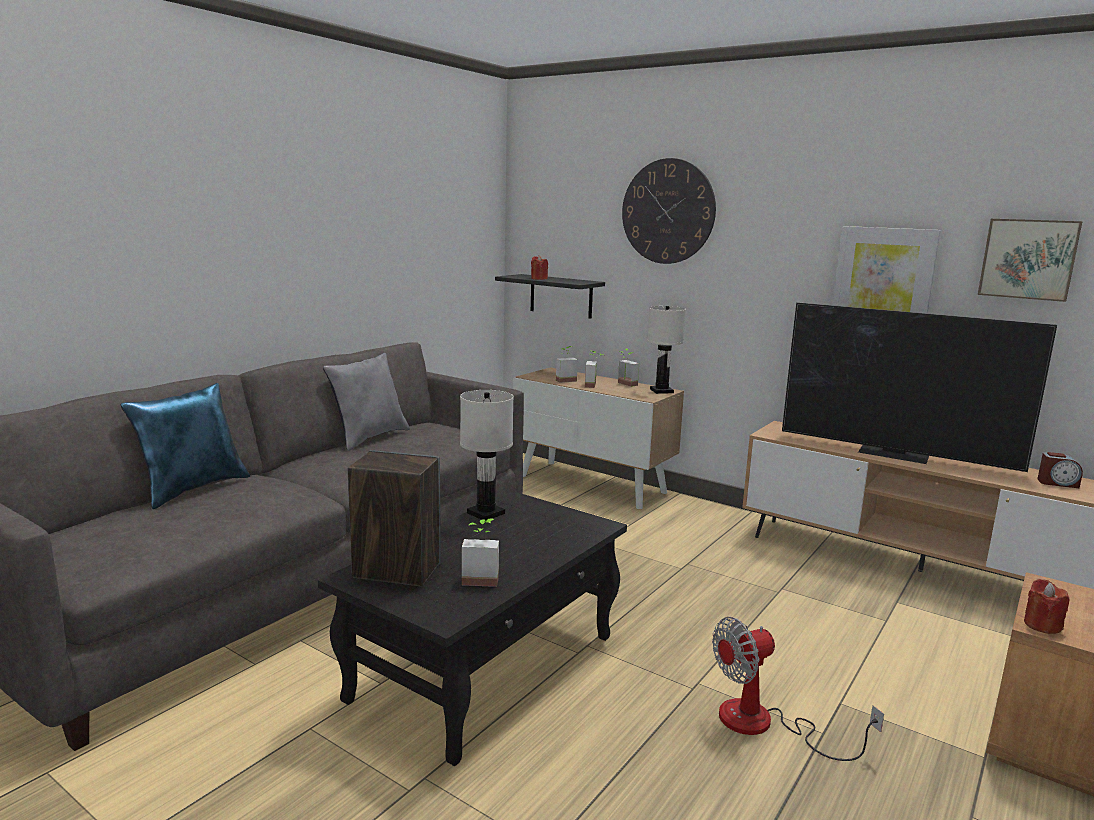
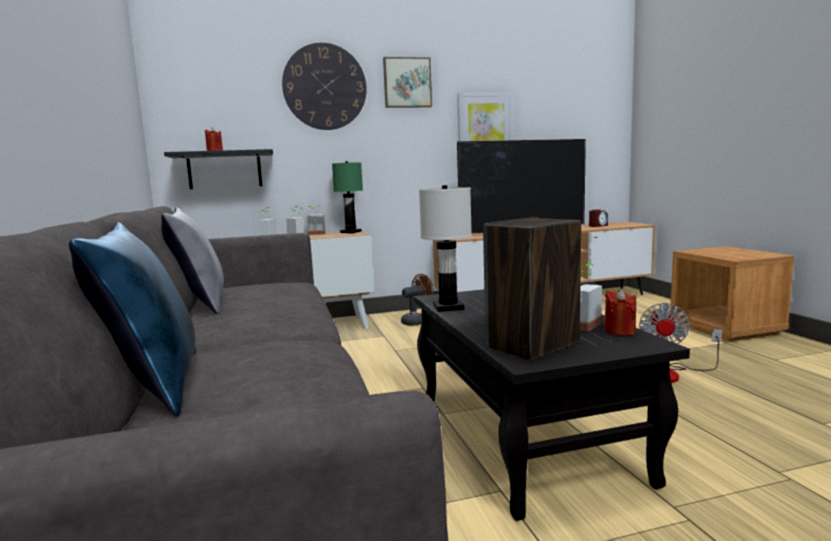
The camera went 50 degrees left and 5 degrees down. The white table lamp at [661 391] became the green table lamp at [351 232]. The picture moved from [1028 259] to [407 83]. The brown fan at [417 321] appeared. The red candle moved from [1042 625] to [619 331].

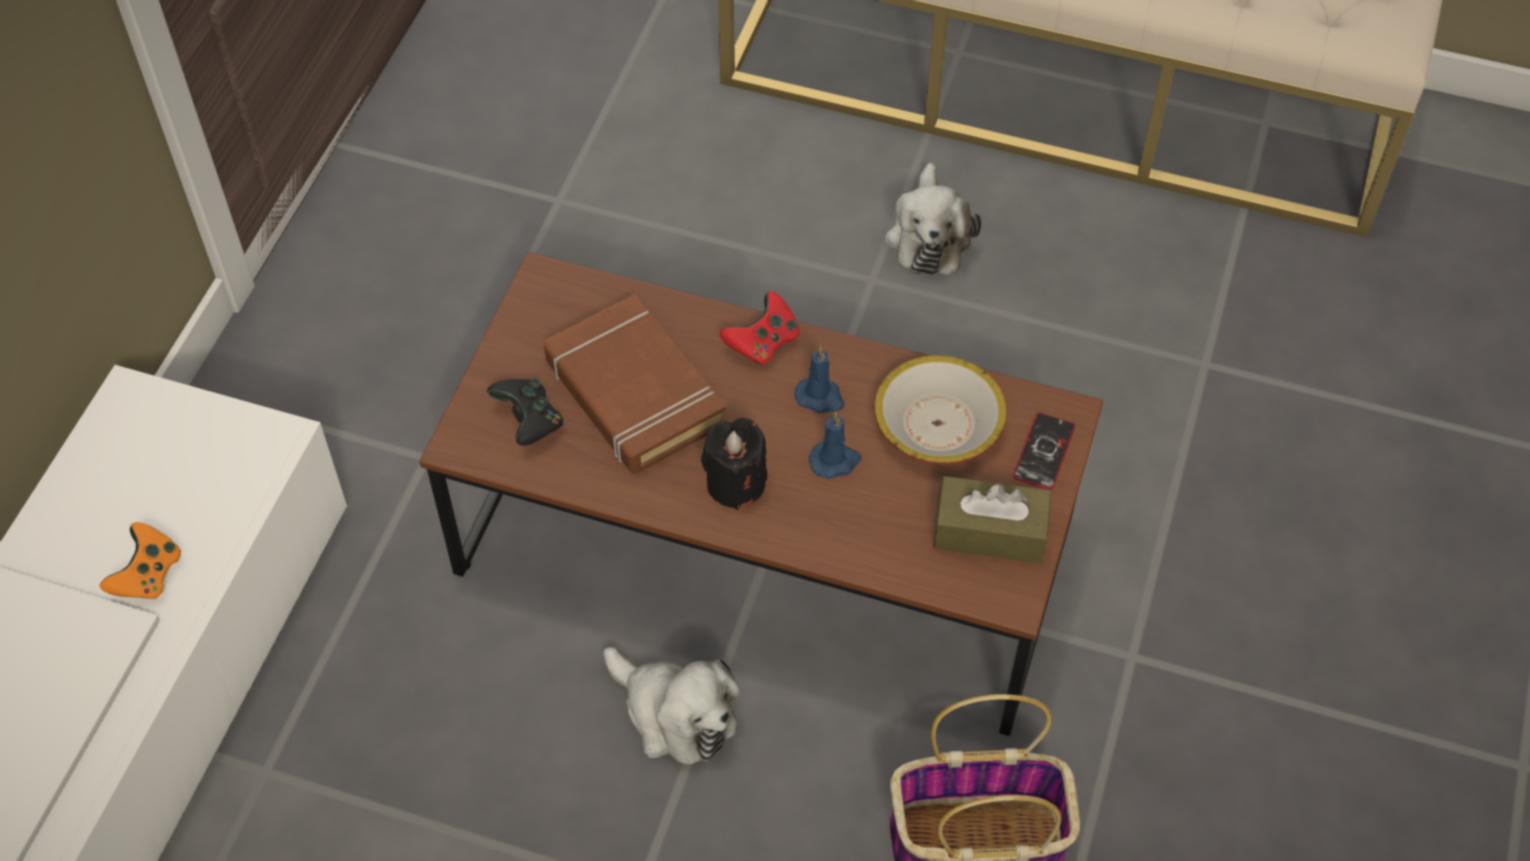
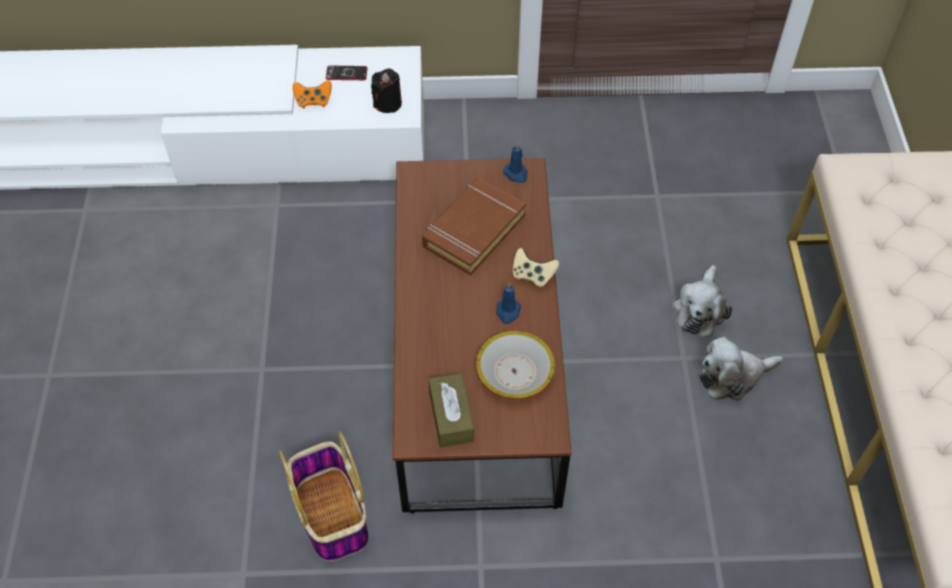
The camera went 70 degrees right and 0 degrees up. The phone moved from [1044 452] to [346 73]. The black candle moved from [736 483] to [387 103]. The blue candle moved from [835 461] to [516 174]. The red game controller at [762 343] became the beige game controller at [532 275]. The plush toy moved from [675 714] to [699 309]. The black game controller at [529 422] disappeared.

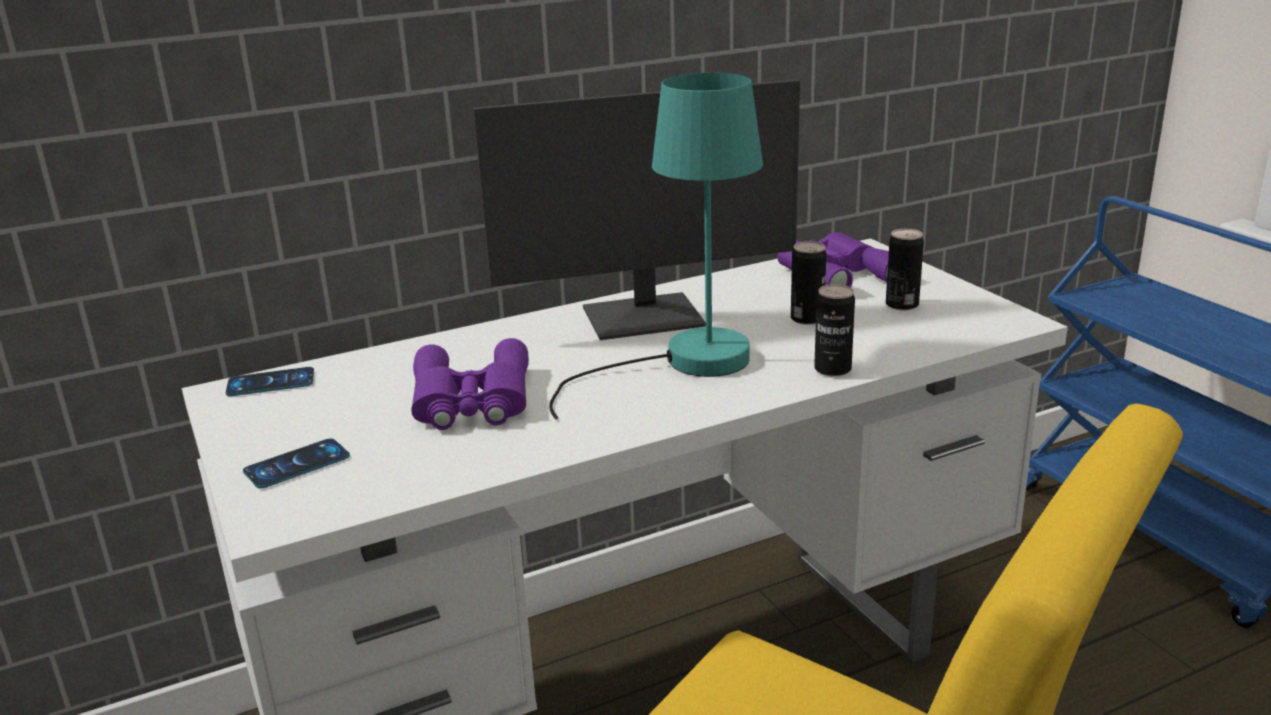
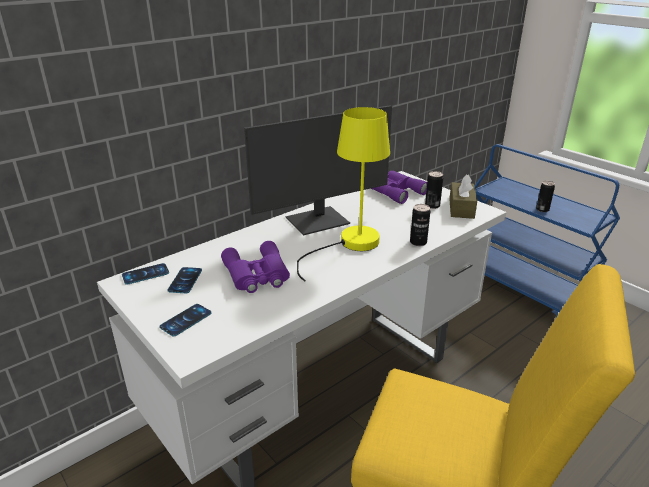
The camera went 15 degrees left and 5 degrees up. The phone at [185 280] appeared. The turquoise table lamp at [684 364] became the yellow table lamp at [350 245]. The brown tissue box at [461 208] appeared. The can moved from [807 319] to [542 209].

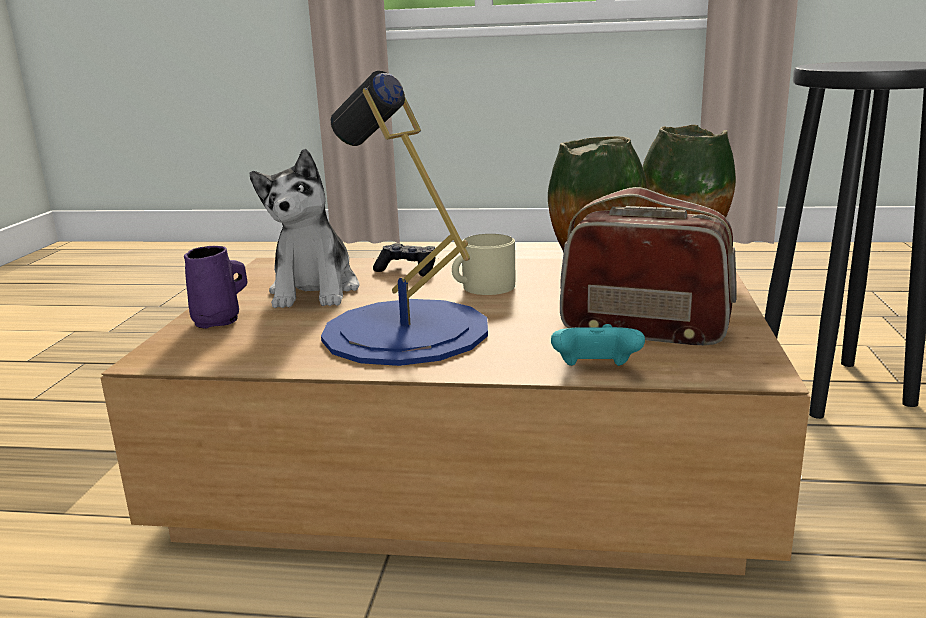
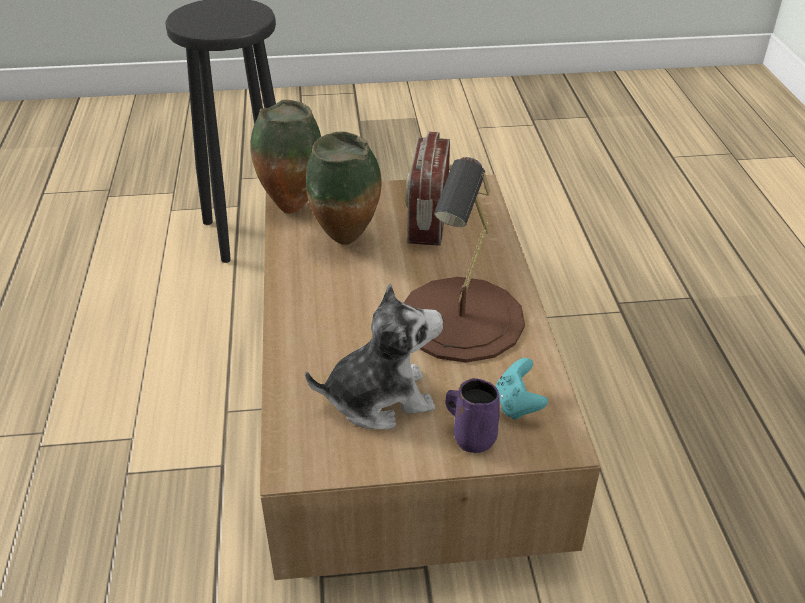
The camera went 105 degrees left and 20 degrees up. The blue table lamp at [405 331] became the brown table lamp at [462 319]. The turquoise game controller moved from [595 371] to [517 404]. The black game controller at [408 270] disappeared. The beige mug at [482 287] disappeared.

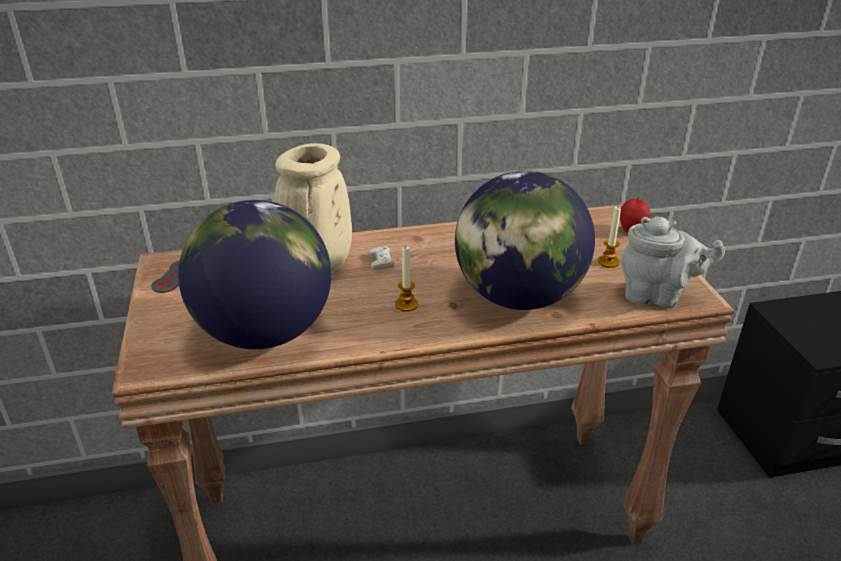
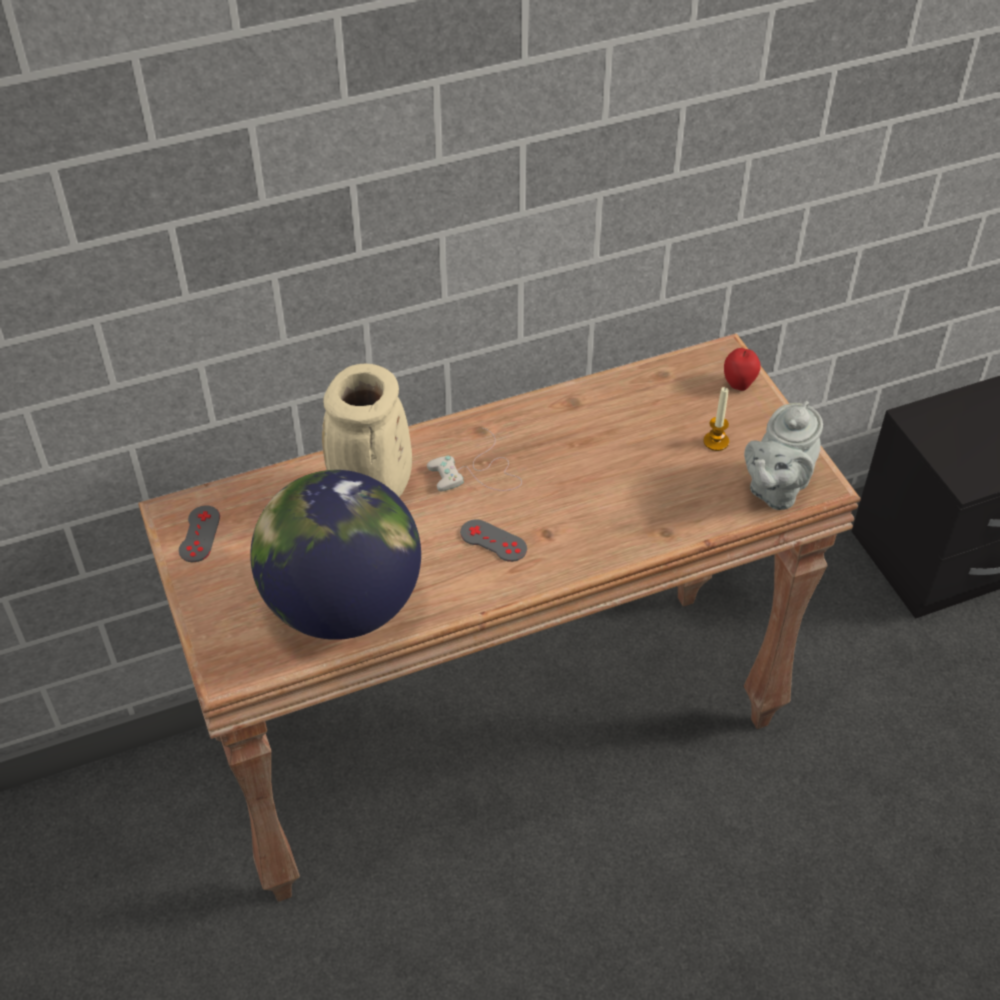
The camera went 10 degrees left and 15 degrees up. The candle at [406 304] was replaced by the grey game controller at [493 541]. The grey teapot at [657 296] turned 120 degrees clockwise. The globe at [518 297] disappeared.

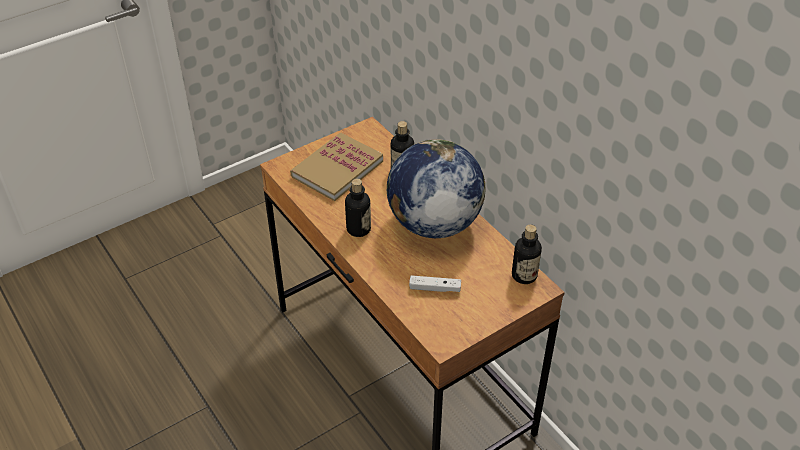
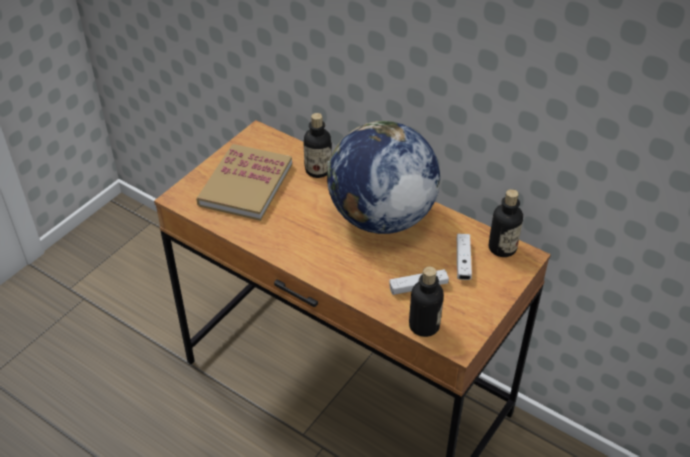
The camera went 20 degrees left and 0 degrees up. The bottle moved from [358 229] to [424 326]. The white game controller at [463 261] appeared.

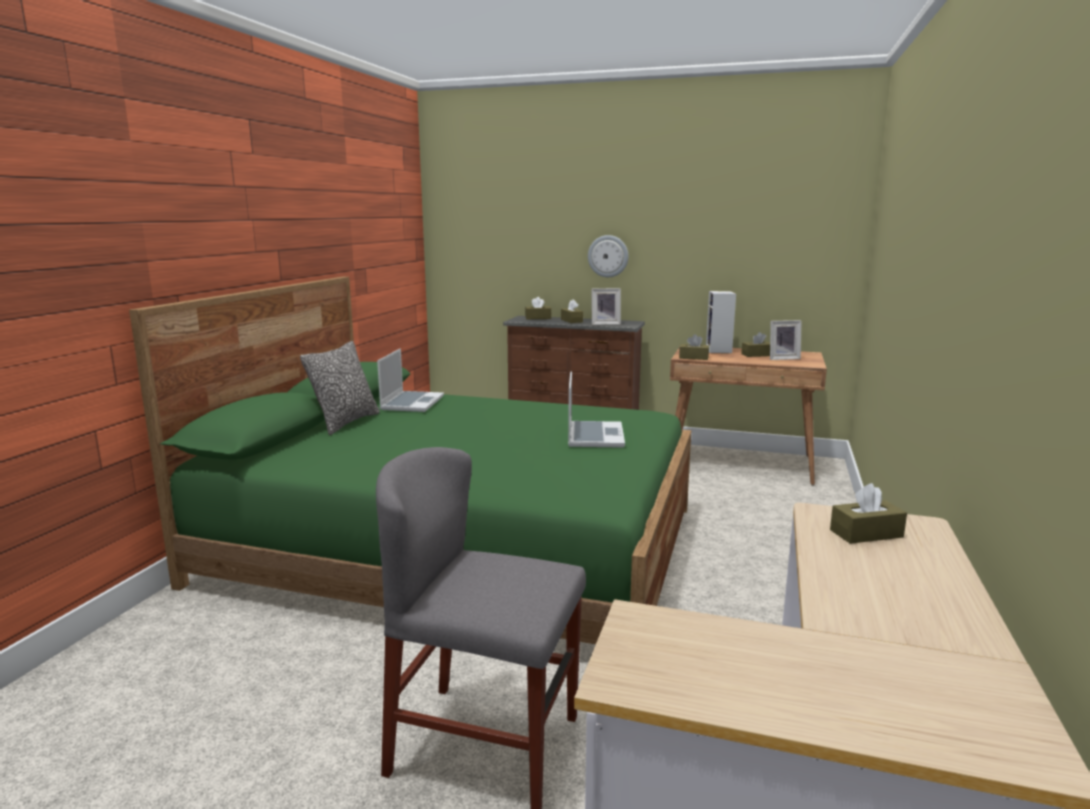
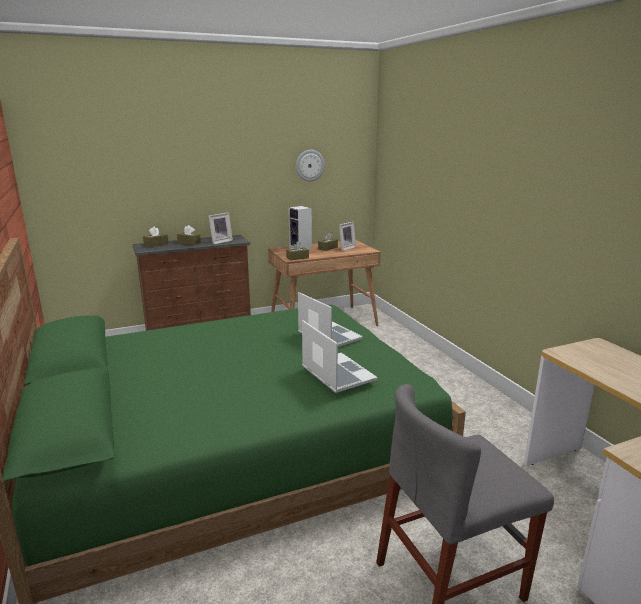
The camera went 40 degrees left and 5 degrees up. The wall clock moved from [608 256] to [309 165]. The laptop moved from [412 403] to [336 374]. The pillow at [345 422] disappeared. The brown tissue box at [866 533] disappeared.

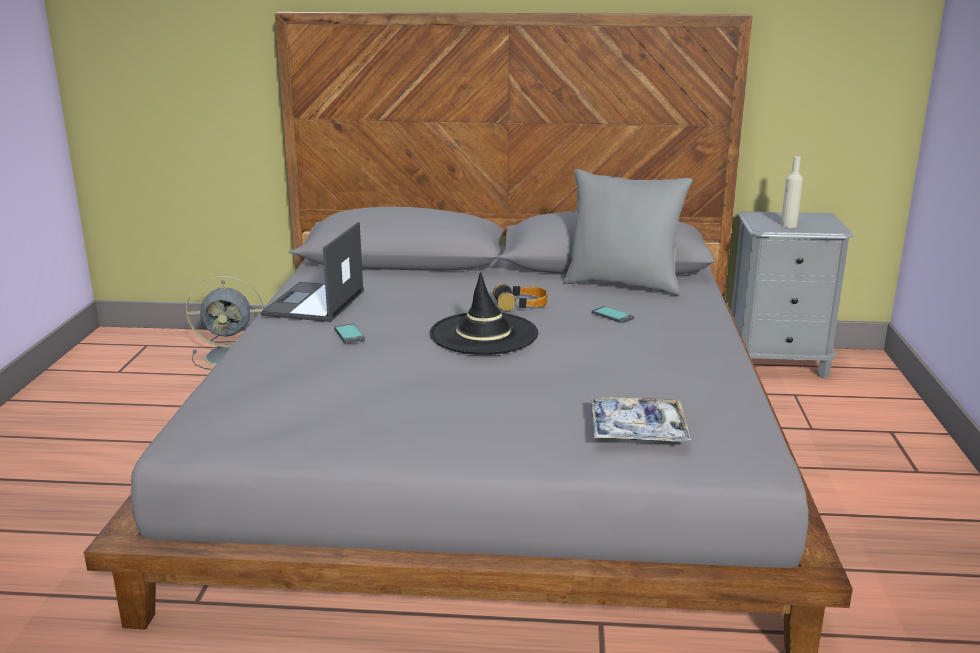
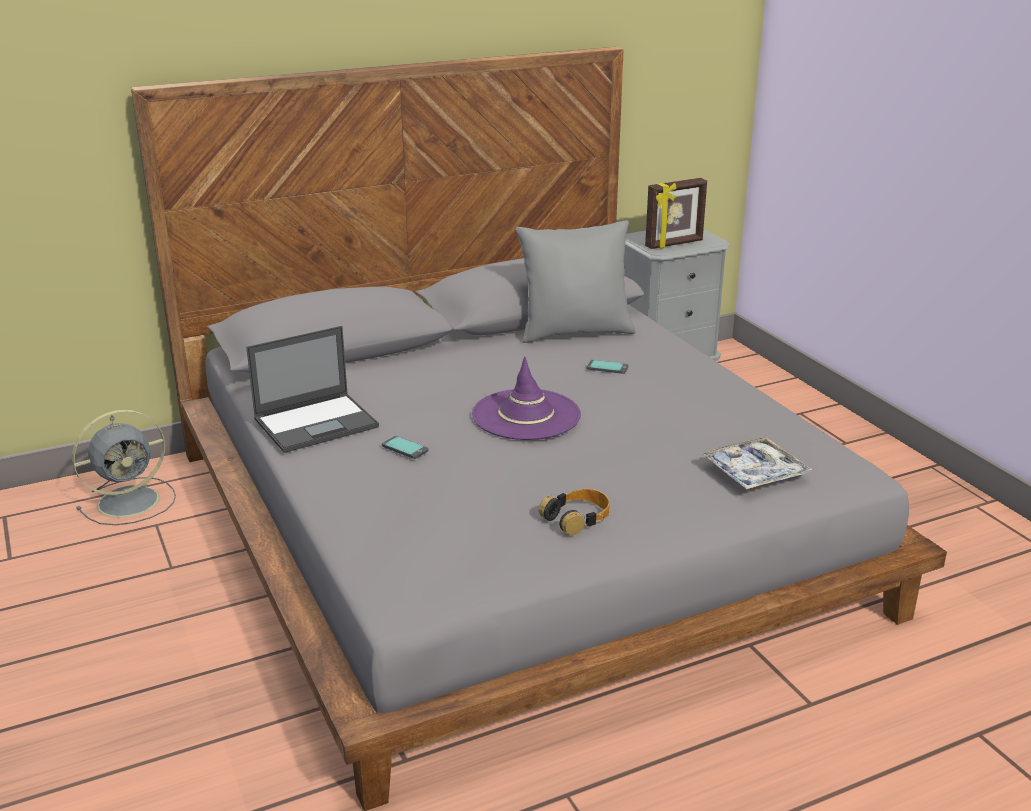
The camera went 30 degrees left and 5 degrees up. The laptop at [314 303] turned 105 degrees counterclockwise. The black hat at [484 334] became the purple hat at [526 415]. The headphones moved from [521 304] to [577 518]. The beige bottle at [788 225] was replaced by the picture frame at [674 244].

